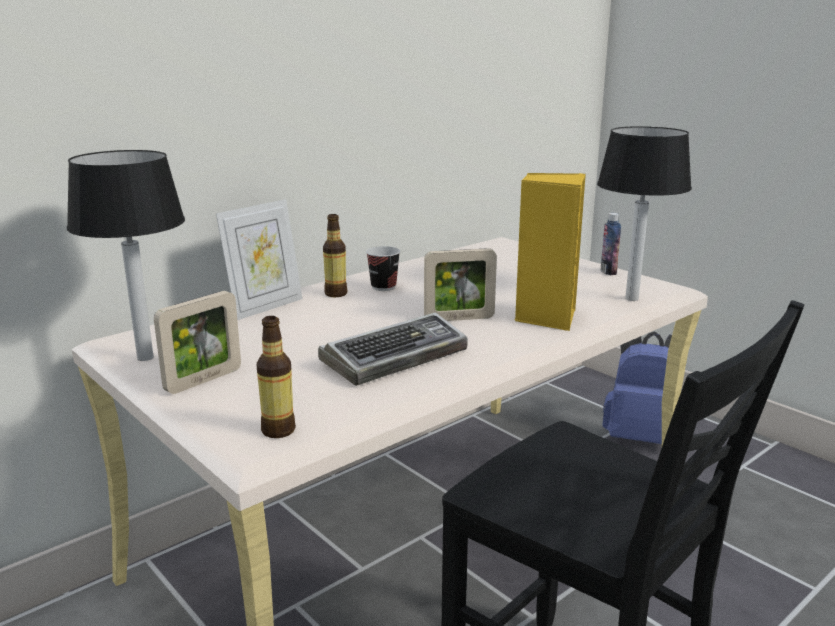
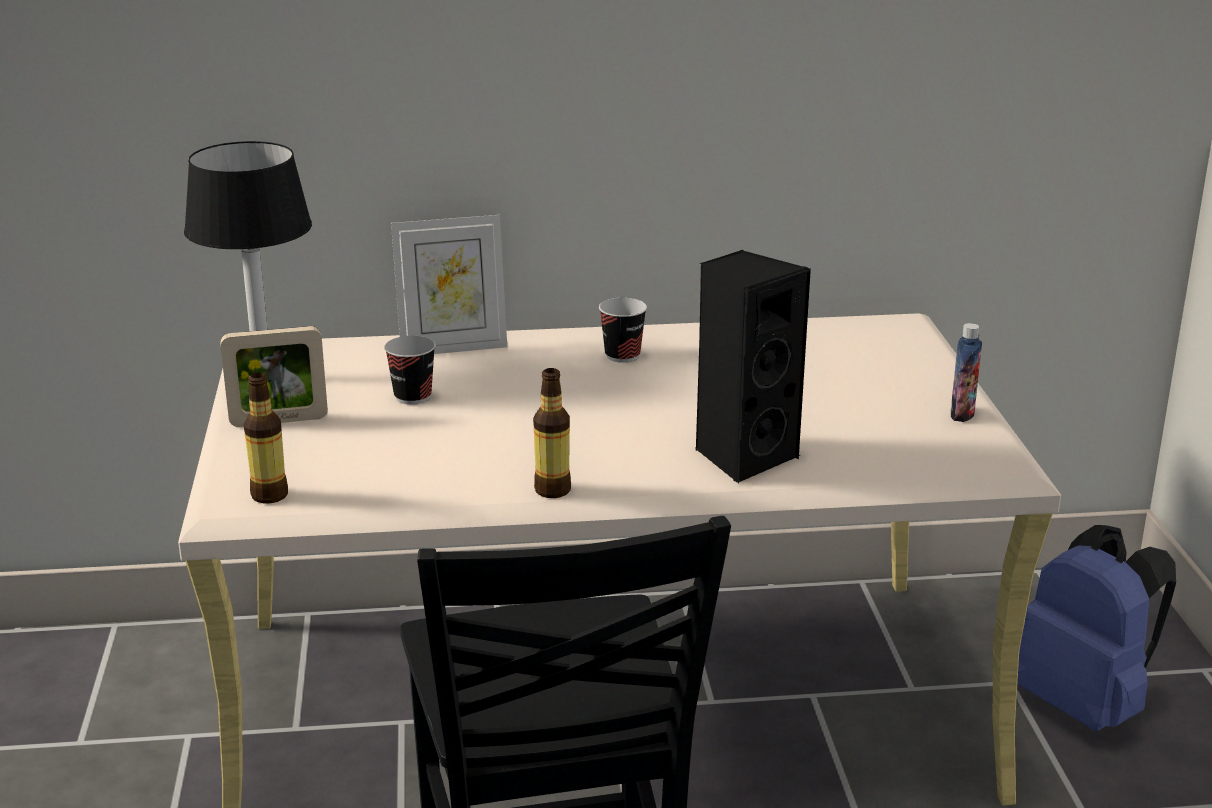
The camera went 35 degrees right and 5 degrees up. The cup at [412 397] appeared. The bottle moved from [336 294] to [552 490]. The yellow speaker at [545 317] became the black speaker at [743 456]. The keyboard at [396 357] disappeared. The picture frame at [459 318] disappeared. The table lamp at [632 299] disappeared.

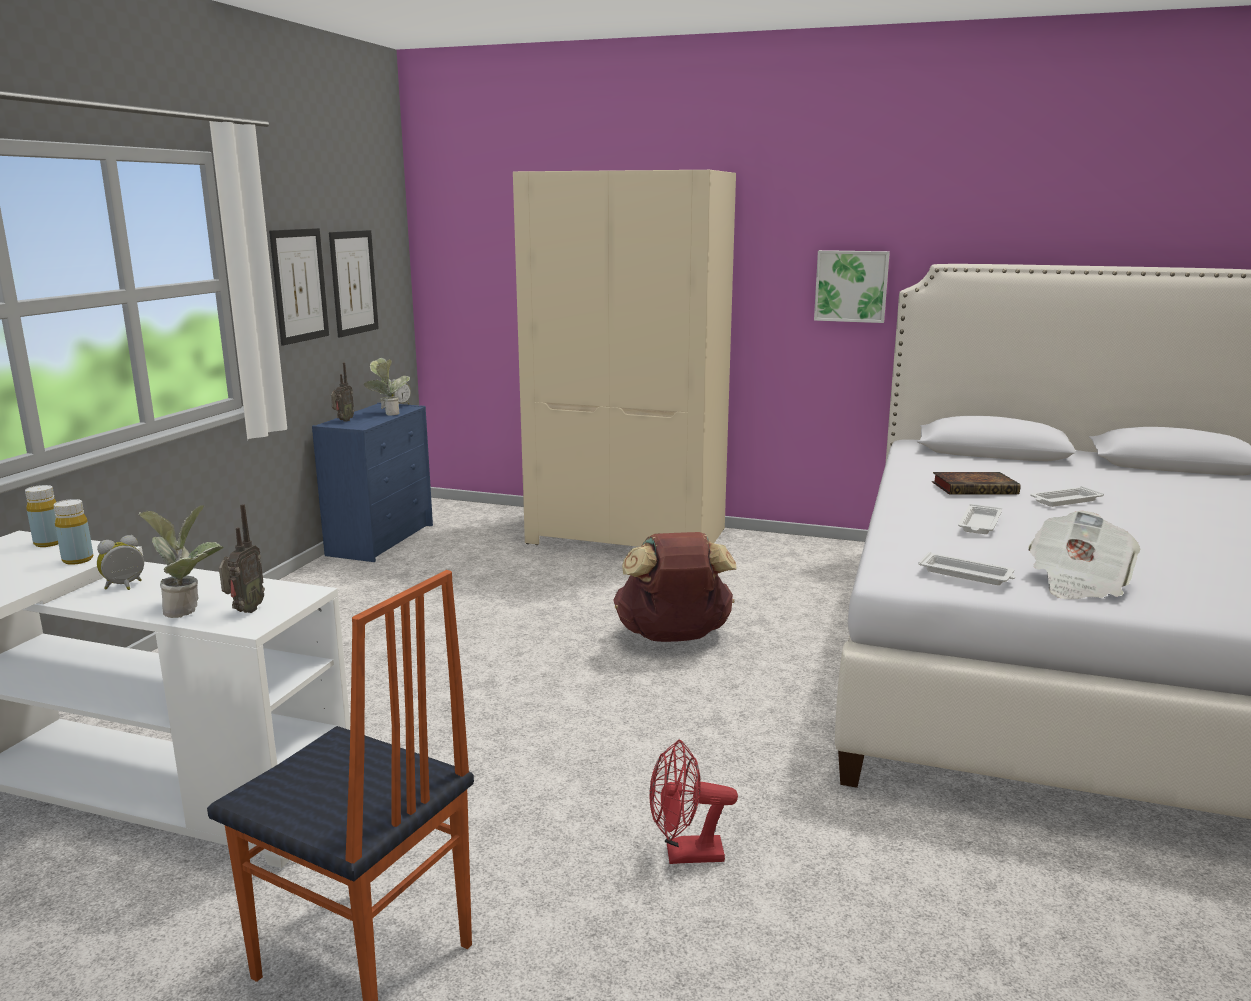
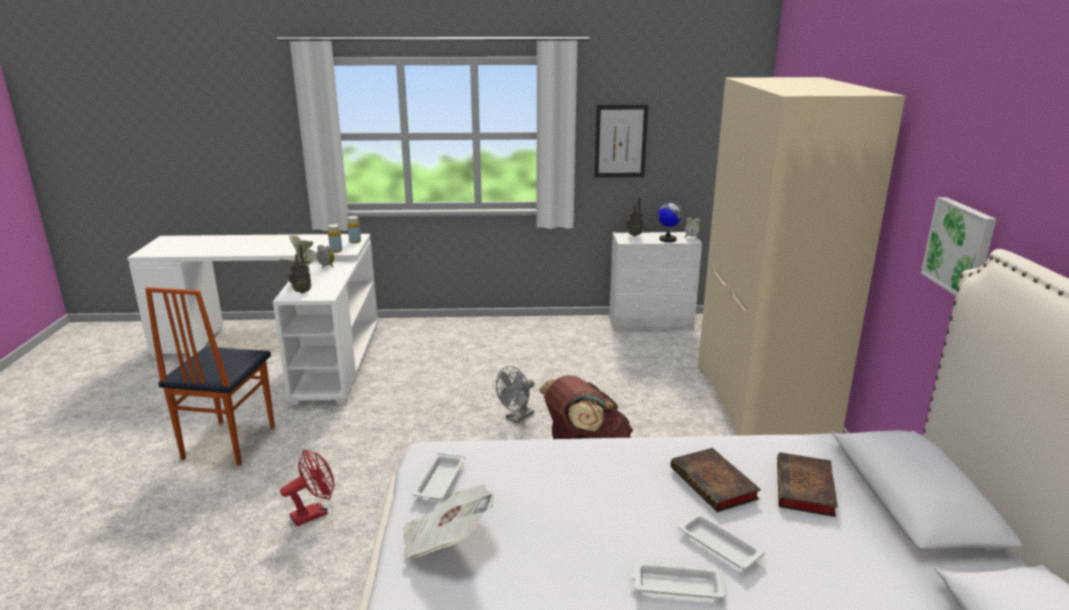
The camera went 70 degrees right and 5 degrees up. The red fan at [685 854] turned 75 degrees clockwise. The grey fan at [517 418] appeared. The blue dresser at [381 539] became the white dresser at [651 322]. The white tray moved from [979 524] to [676 585]. The potted plant at [388 413] was replaced by the globe at [667 239]. The book at [805 490] appeared. The picture at [353 282] disappeared.

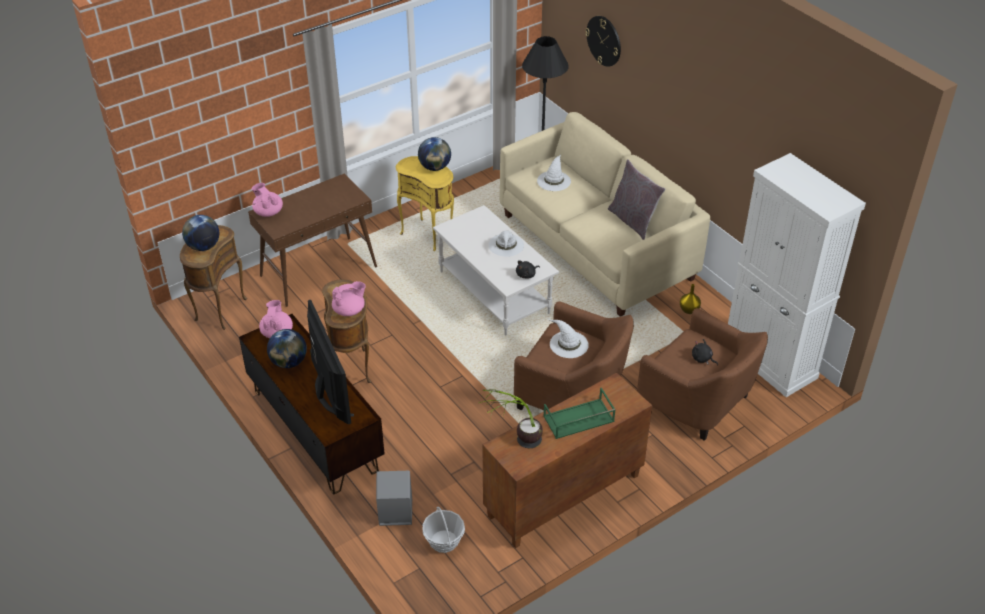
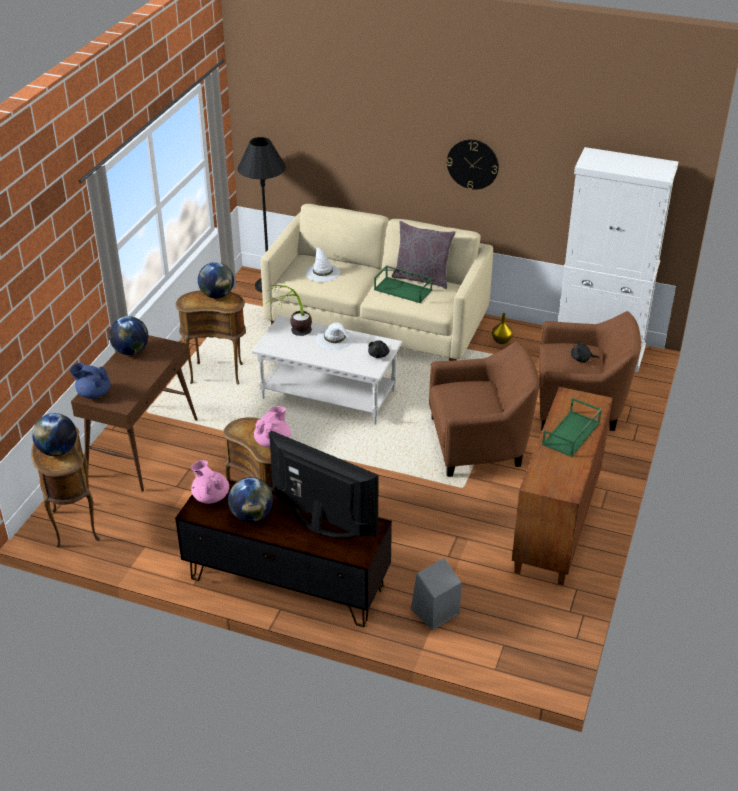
The camera went 35 degrees left and 5 degrees down. The pink teapot at [268 212] became the blue teapot at [93 393]. The globe at [131 351] appeared. The yellow side table at [428 234] became the brown side table at [217 372]. The potted plant moved from [514 441] to [292 335]. The green tray at [403 290] appeared. The wall clock moved from [604 40] to [472 164]. The basket at [444 541] disappeared. The white hat at [568 344] disappeared.

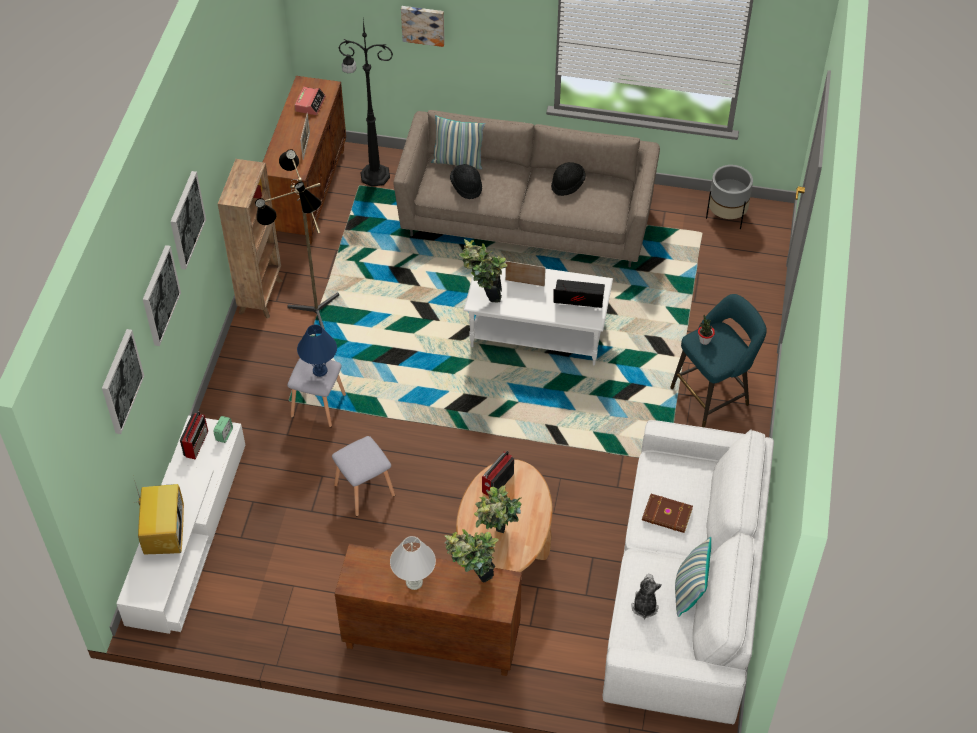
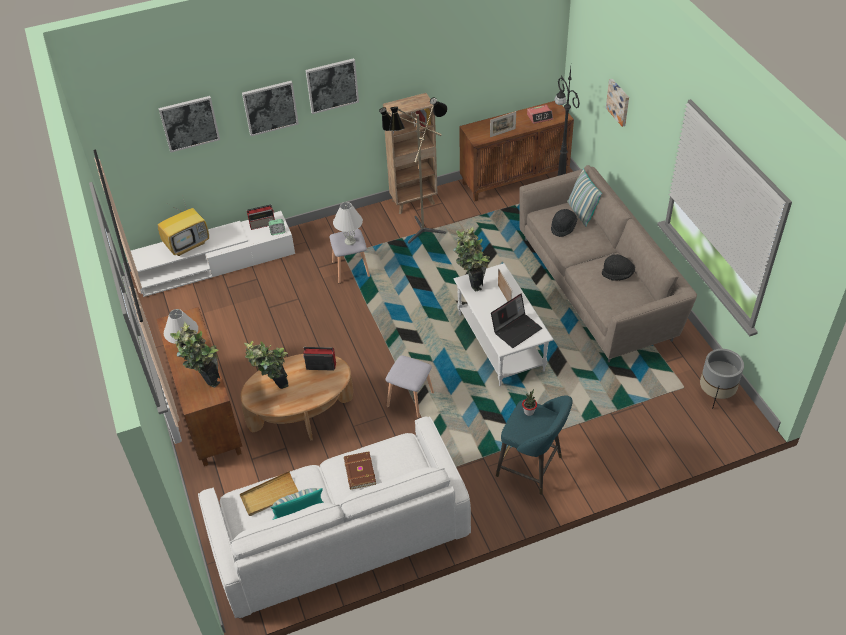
The camera went 60 degrees right and 5 degrees down. The plush toy at [644 606] was replaced by the beige tray at [270 495]. The blue table lamp at [320 371] became the white table lamp at [350 241]. The grey stool moved from [363 490] to [410 399]. The laptop at [577 298] turned 75 degrees clockwise.

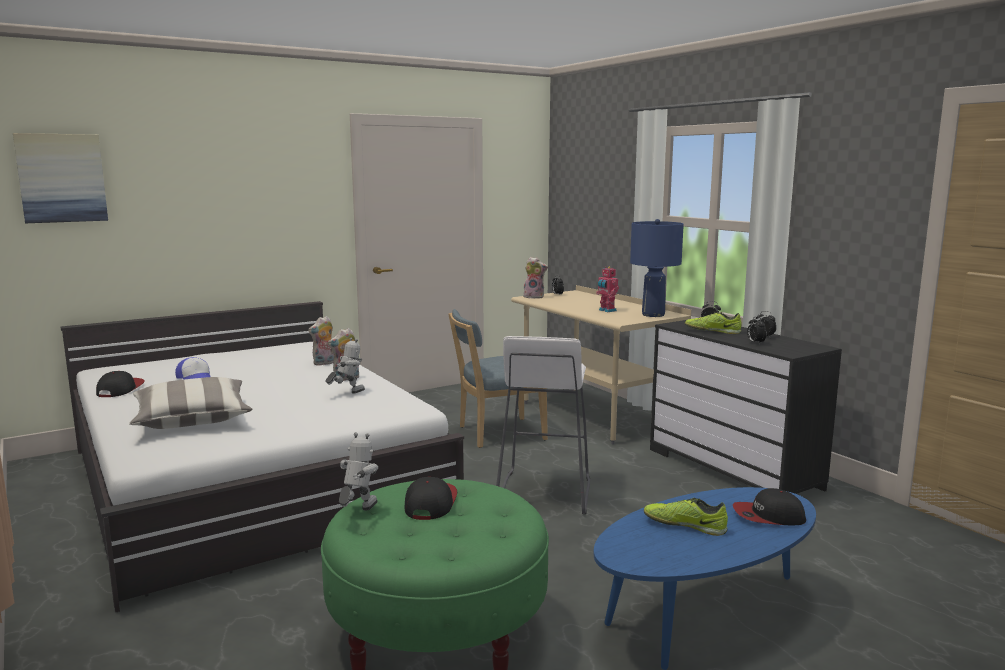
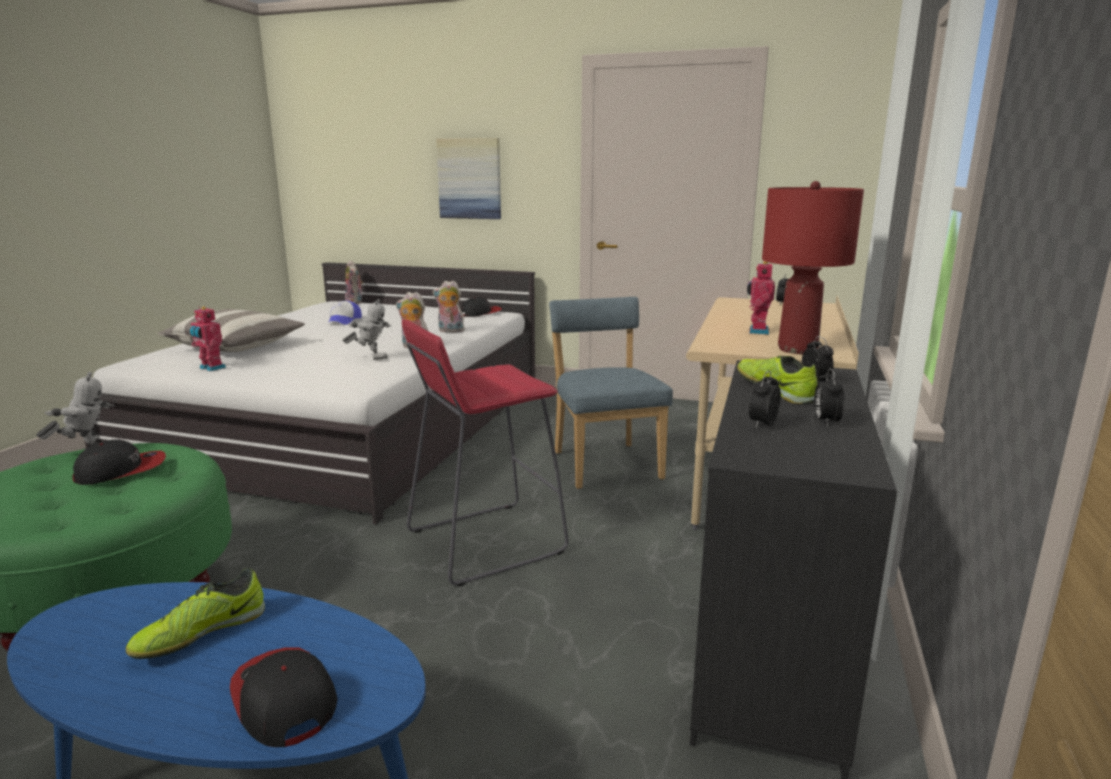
The camera went 50 degrees right and 5 degrees up. The shoe at [684 525] turned 120 degrees counterclockwise. The toy robot at [211 368] appeared. The plush toy moved from [534 297] to [355 302]. The white stool at [543 493] became the red stool at [484 542]. The picture moved from [61 178] to [469 179]. The cap moved from [120 389] to [480 313]. The blue chair at [497 433] turned 45 degrees clockwise. The blue table lamp at [653 315] became the red table lamp at [797 349].

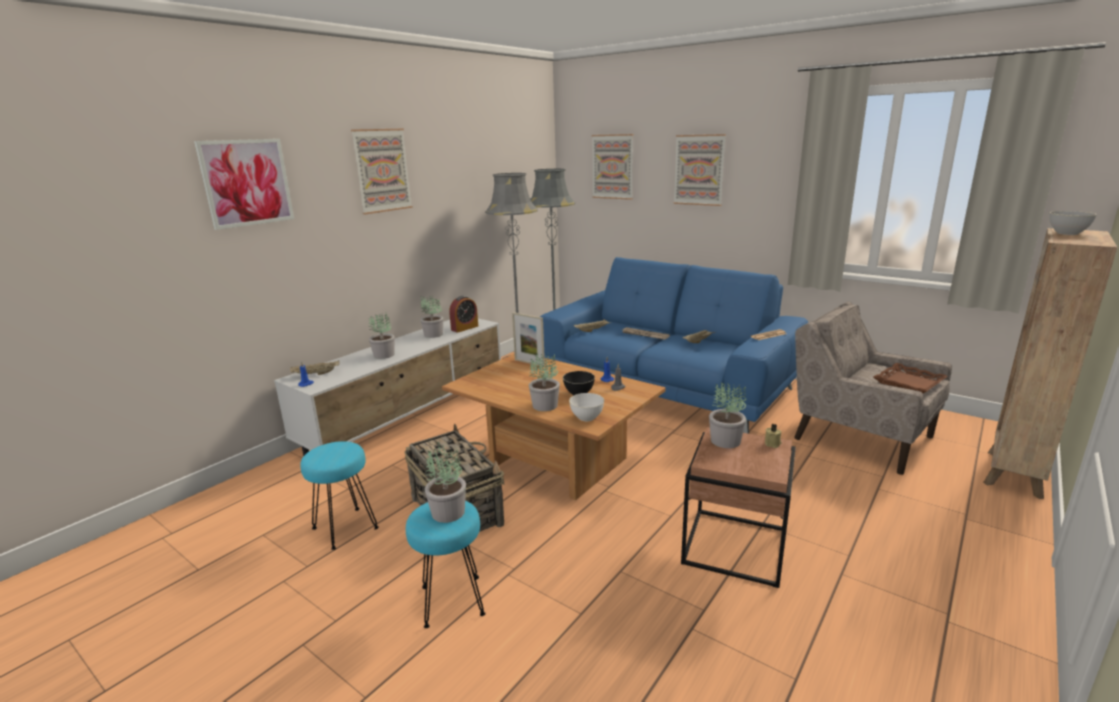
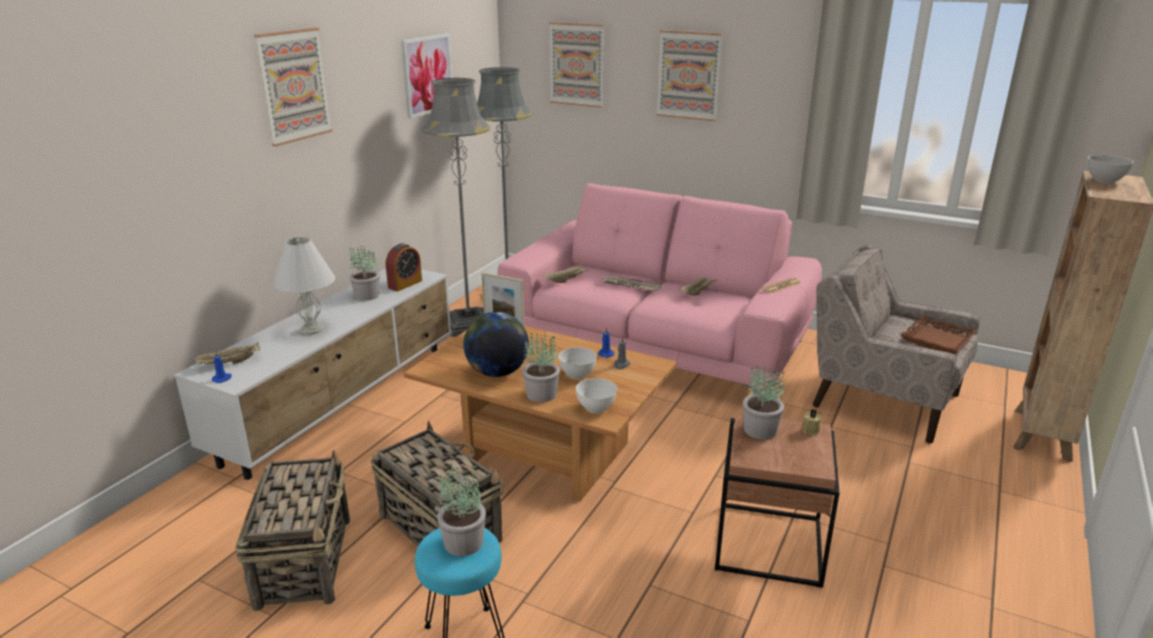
The camera went 10 degrees left and 5 degrees up. The turquoise stool at [345 527] was replaced by the basket at [305 560]. The potted plant at [384 355] was replaced by the white table lamp at [312 330]. The picture moved from [246 182] to [427 75]. The globe at [497 372] appeared. The blue sofa at [667 386] became the pink sofa at [657 344]. The black bowl at [579 393] became the white bowl at [577 374].

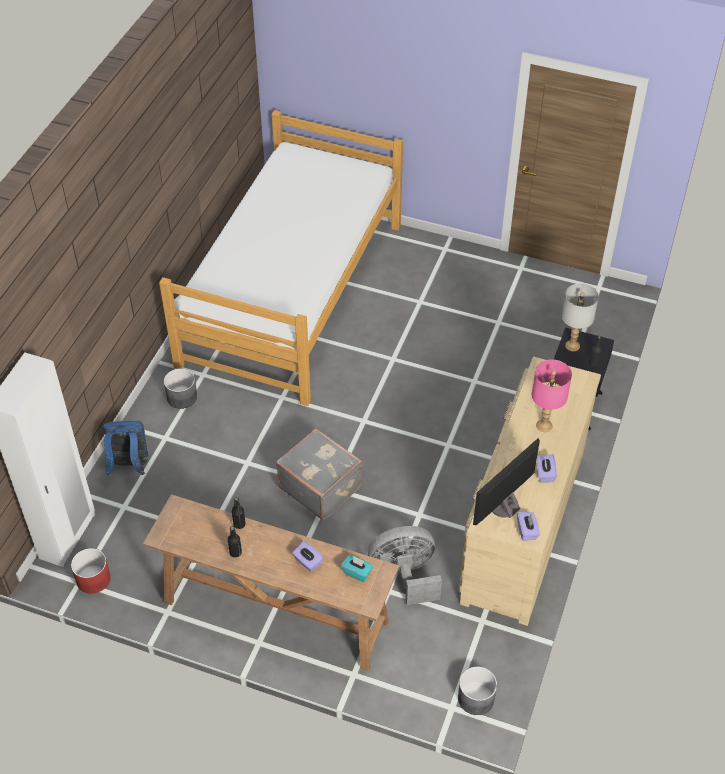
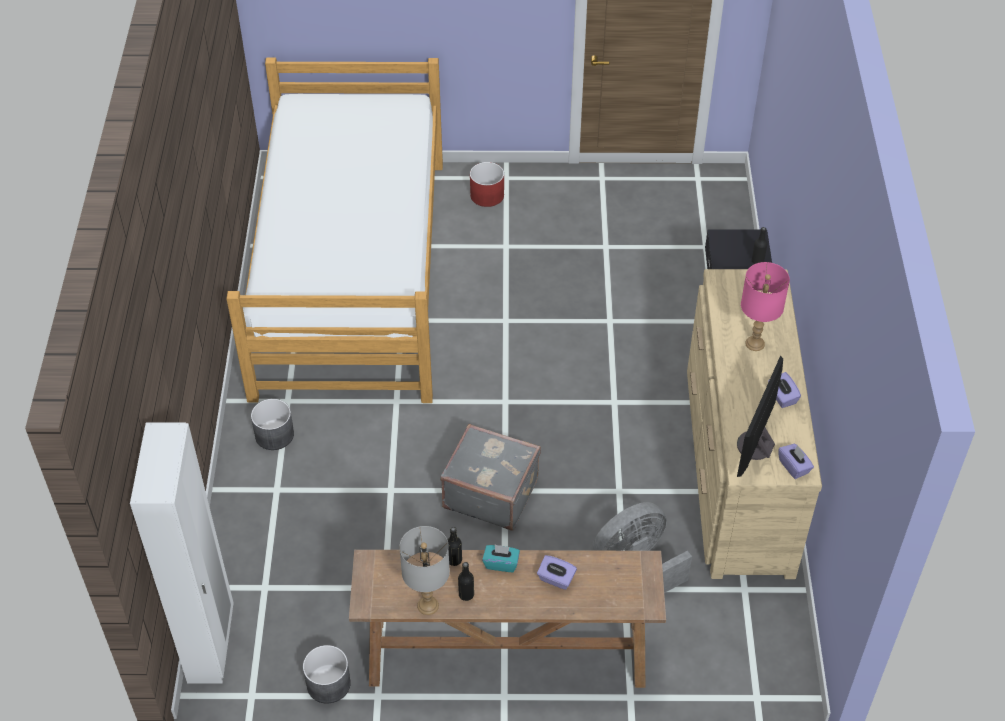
The camera went 20 degrees left and 0 degrees up. The grey planter moved from [476 698] to [328 684]. The grey table lamp moved from [572 346] to [427 606]. The red planter moved from [93 579] to [487 195]. The turquoise tissue box moved from [357 572] to [501 563]. The blue backpack at [129 466] disappeared.

